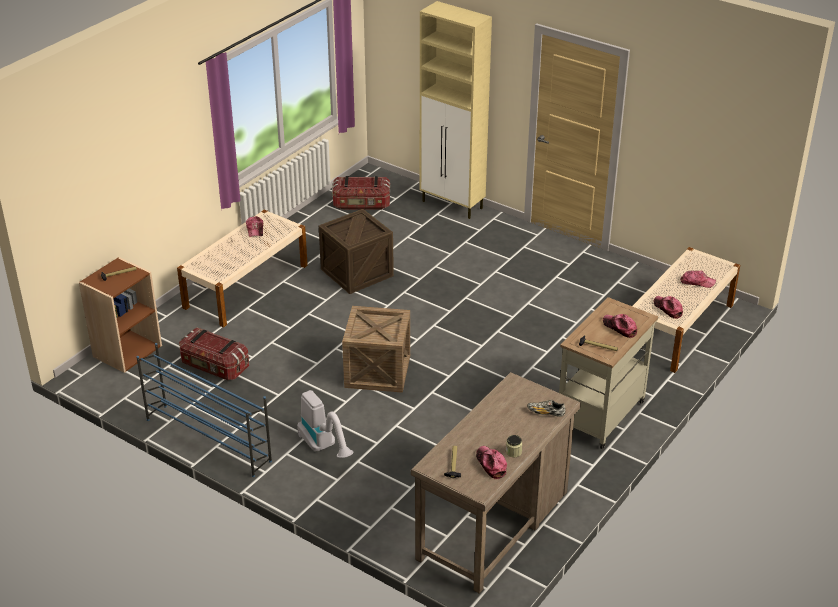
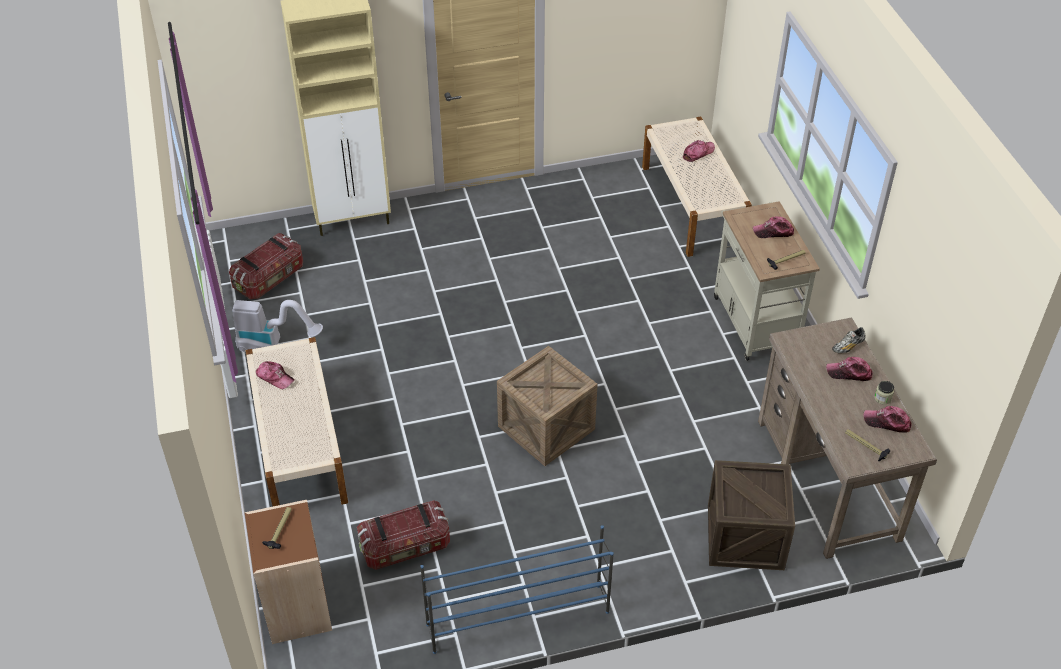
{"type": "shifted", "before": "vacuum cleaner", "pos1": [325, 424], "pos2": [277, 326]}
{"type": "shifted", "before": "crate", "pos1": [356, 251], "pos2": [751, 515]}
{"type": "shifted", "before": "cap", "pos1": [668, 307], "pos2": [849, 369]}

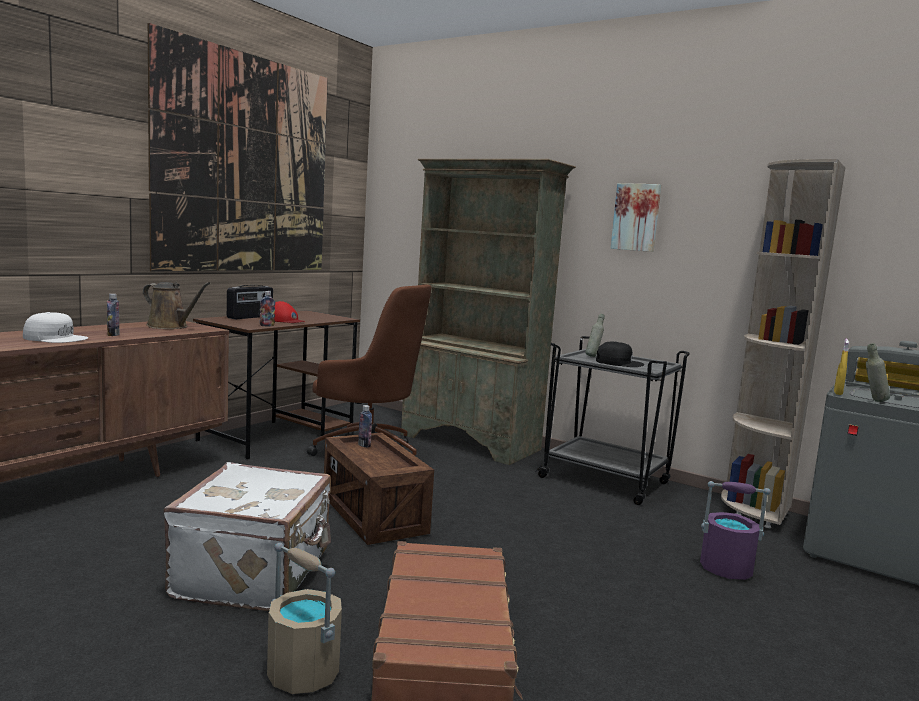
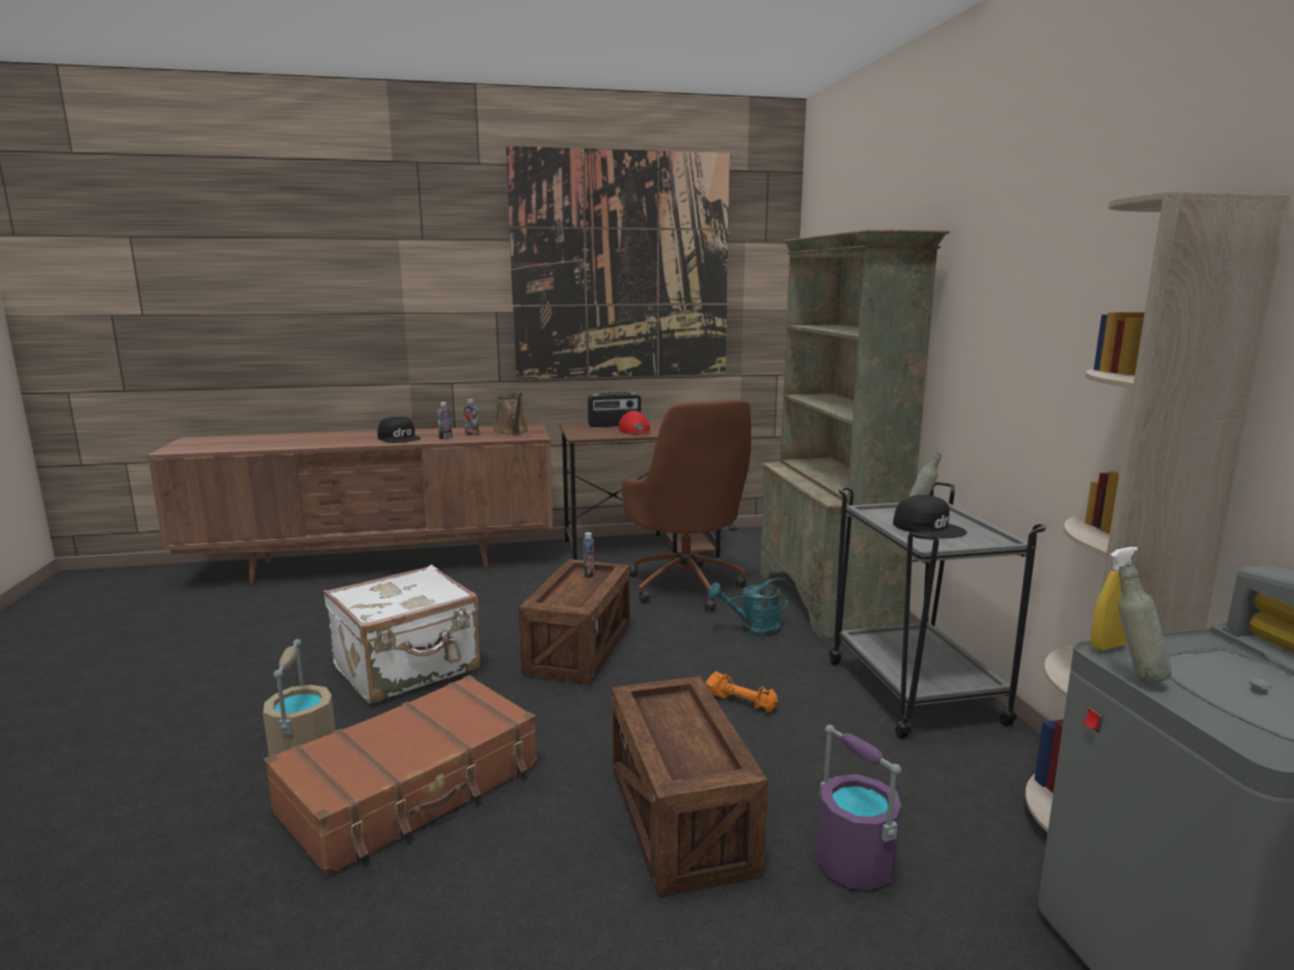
{"type": "gone", "before": "picture", "pos1": [635, 217]}
{"type": "new", "after": "crate", "pos2": [690, 786]}
{"type": "new", "after": "dumbbell in orange", "pos2": [741, 692]}
{"type": "new", "after": "watering can in turquoise", "pos2": [749, 607]}
{"type": "shifted", "before": "bottle", "pos1": [267, 308], "pos2": [471, 417]}
{"type": "repainted", "before": "cap in white", "after": "cap in black", "pos1": [55, 327], "pos2": [399, 429]}

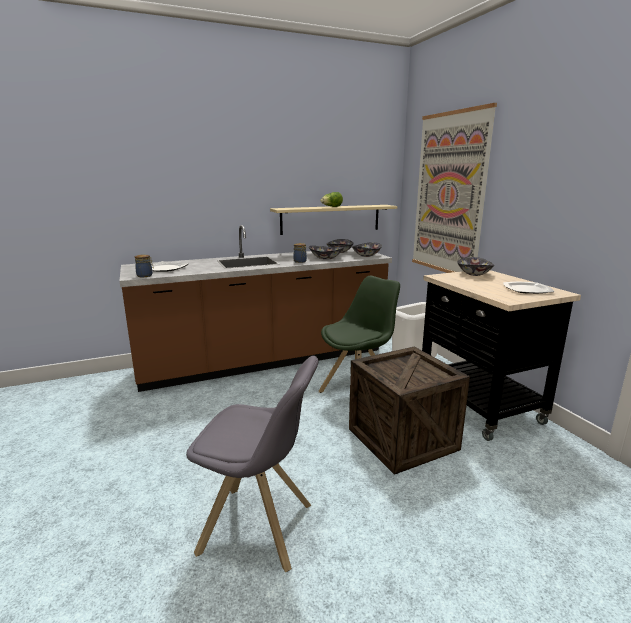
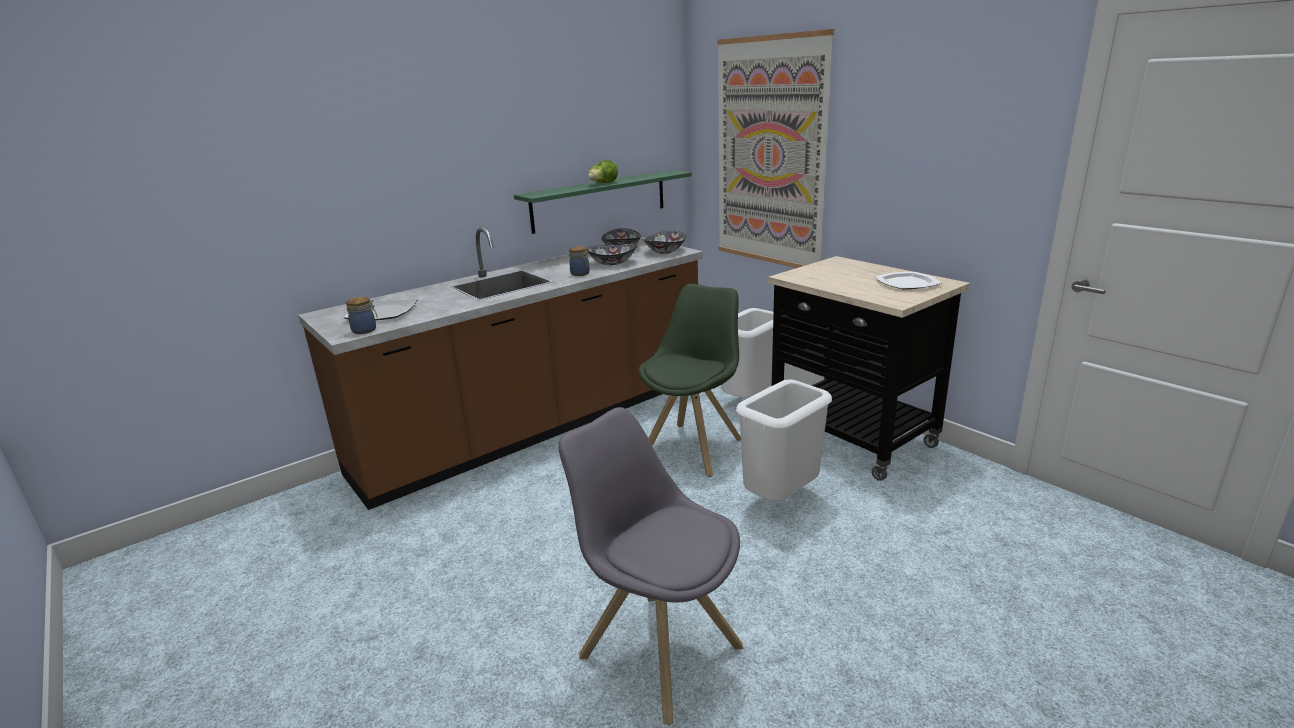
{"type": "gone", "before": "bowl", "pos1": [475, 266]}
{"type": "swapped", "before": "crate", "after": "trash can in white", "pos1": [409, 411], "pos2": [784, 440]}
{"type": "repainted", "before": "shelf in beige", "after": "shelf in green", "pos1": [333, 220], "pos2": [603, 202]}
{"type": "rotated", "before": "chair in grey", "pos1": [252, 464], "pos2": [650, 566], "turn": -135}

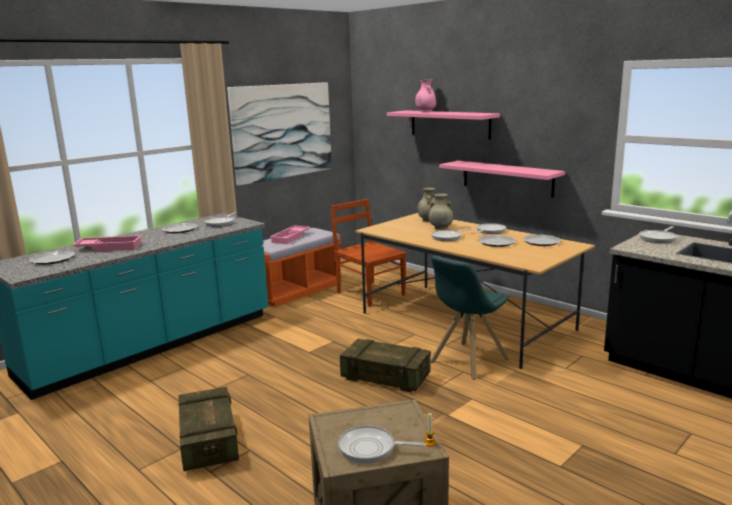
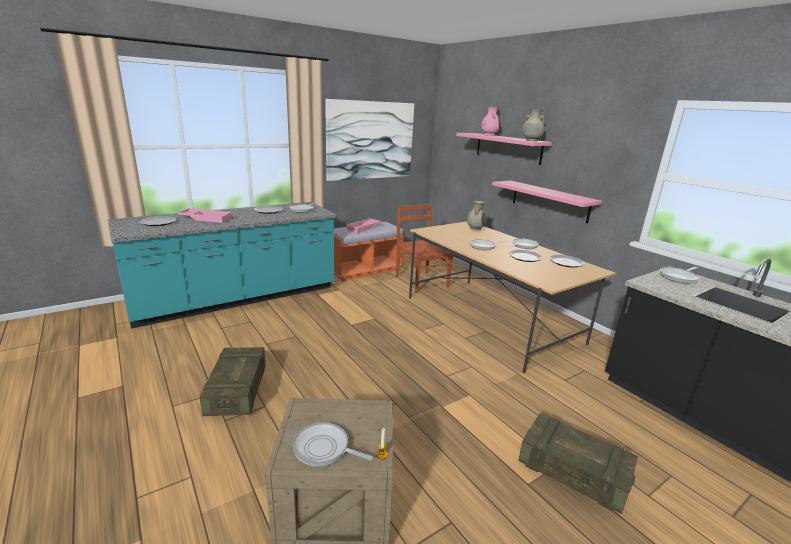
{"type": "gone", "before": "chair in turquoise", "pos1": [470, 317]}
{"type": "shifted", "before": "crate", "pos1": [385, 365], "pos2": [578, 463]}
{"type": "shifted", "before": "vase in beige", "pos1": [441, 211], "pos2": [533, 125]}

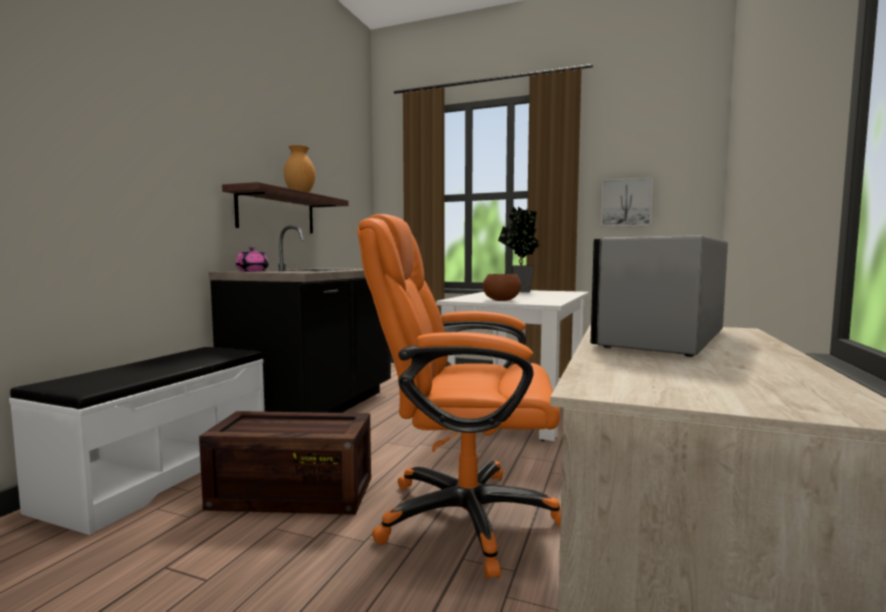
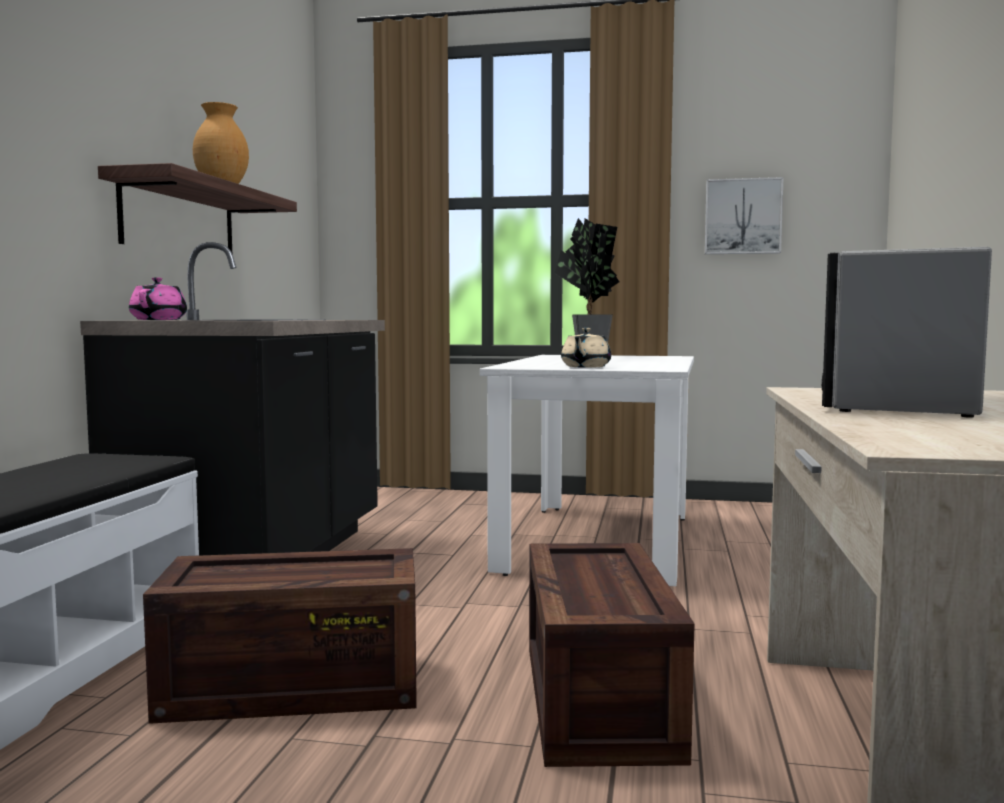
{"type": "swapped", "before": "office chair in orange", "after": "crate", "pos1": [459, 396], "pos2": [612, 655]}
{"type": "swapped", "before": "bowl in brown", "after": "teapot in beige", "pos1": [502, 287], "pos2": [586, 348]}

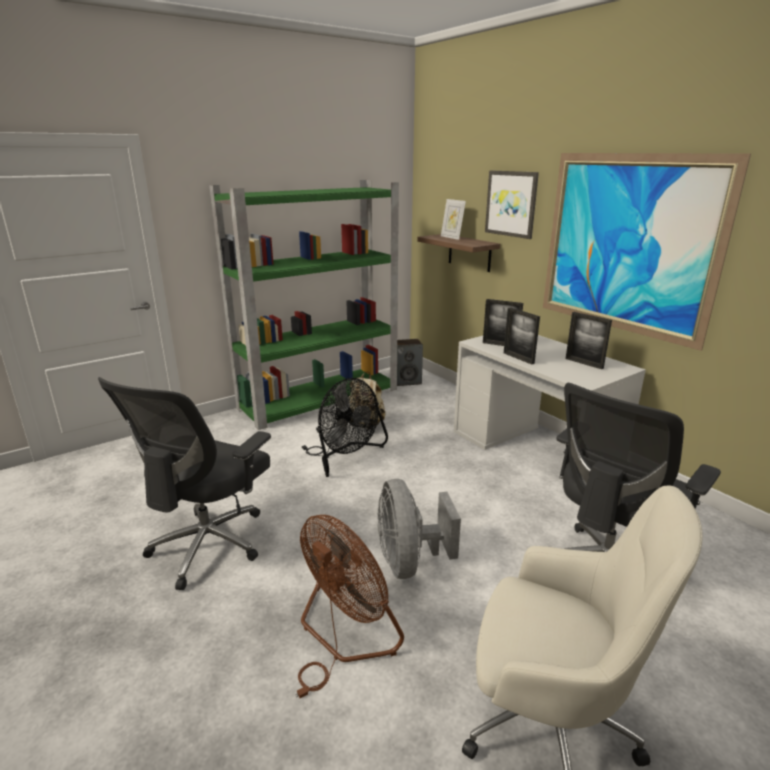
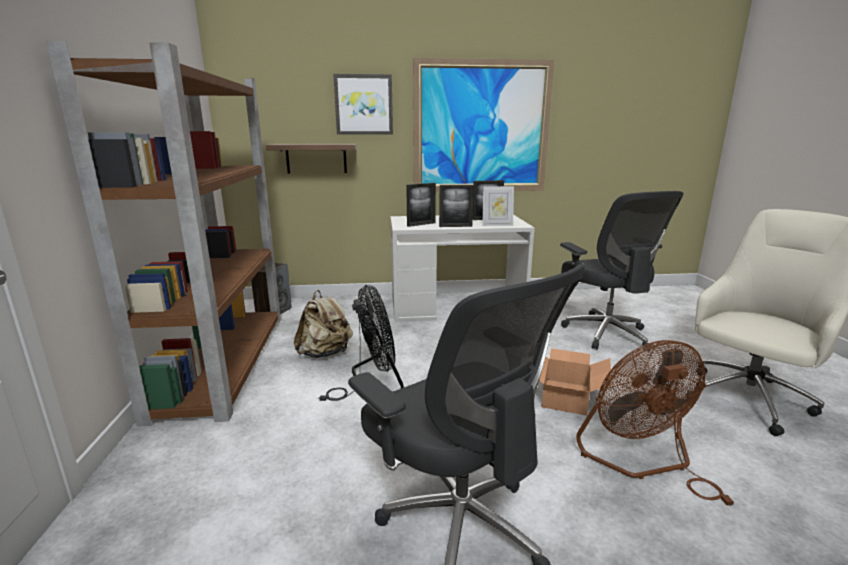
{"type": "shifted", "before": "picture frame", "pos1": [453, 219], "pos2": [498, 206]}
{"type": "swapped", "before": "fan in grey", "after": "cardboard box", "pos1": [419, 529], "pos2": [575, 382]}
{"type": "repainted", "before": "bookcase in green", "after": "bookcase in brown", "pos1": [304, 305], "pos2": [163, 233]}

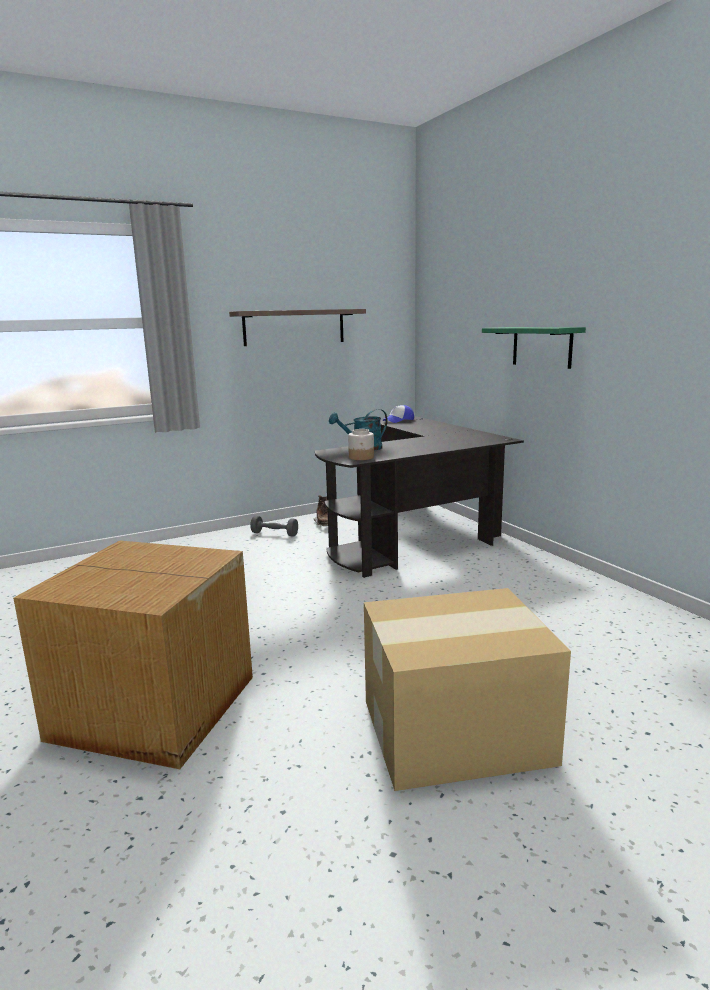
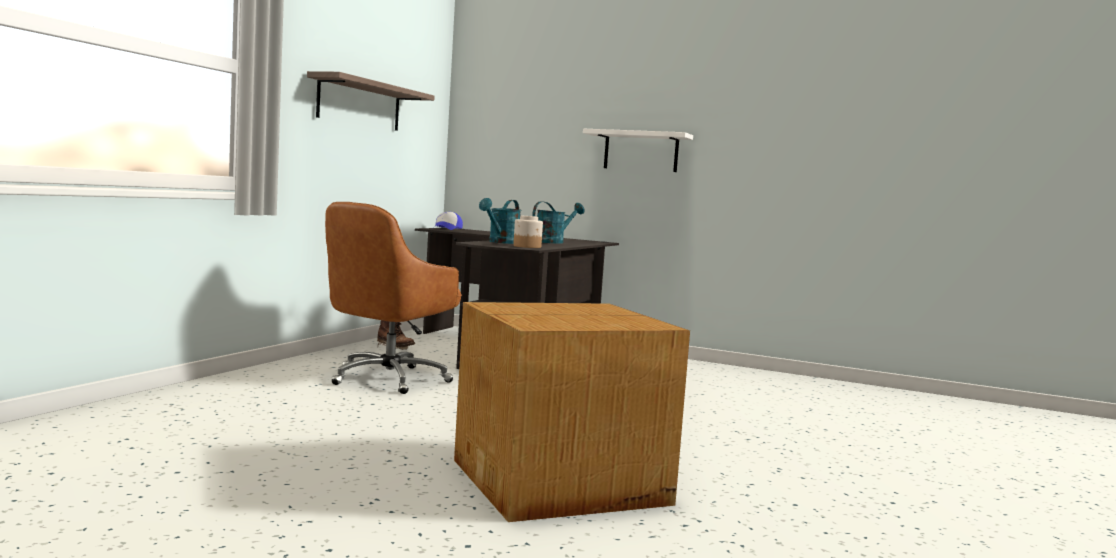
{"type": "gone", "before": "dumbbell in grey", "pos1": [274, 526]}
{"type": "gone", "before": "cardboard box", "pos1": [467, 689]}
{"type": "new", "after": "office chair in brown", "pos2": [393, 298]}
{"type": "new", "after": "watering can in turquoise", "pos2": [558, 222]}
{"type": "repainted", "before": "shelf in green", "after": "shelf in white", "pos1": [534, 348], "pos2": [638, 150]}

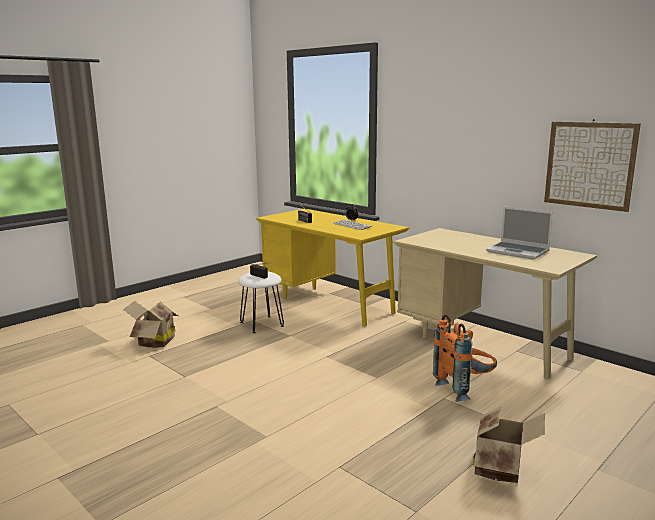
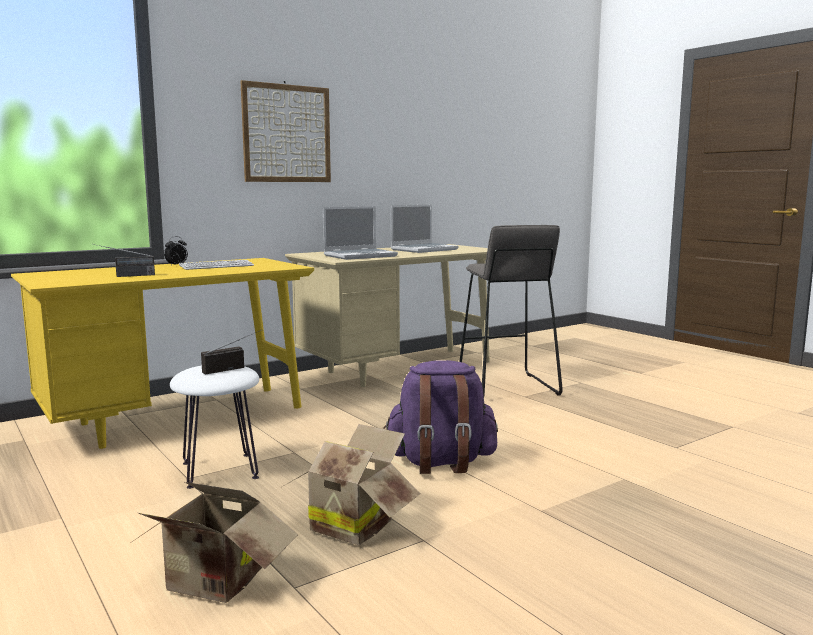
{"type": "new", "after": "laptop", "pos2": [360, 233]}
{"type": "new", "after": "backpack in purple", "pos2": [440, 417]}
{"type": "shifted", "before": "cardboard box", "pos1": [509, 444], "pos2": [351, 484]}
{"type": "shifted", "before": "picture", "pos1": [592, 165], "pos2": [285, 131]}
{"type": "swapped", "before": "backpack in orange", "after": "stool in grey", "pos1": [465, 358], "pos2": [511, 310]}

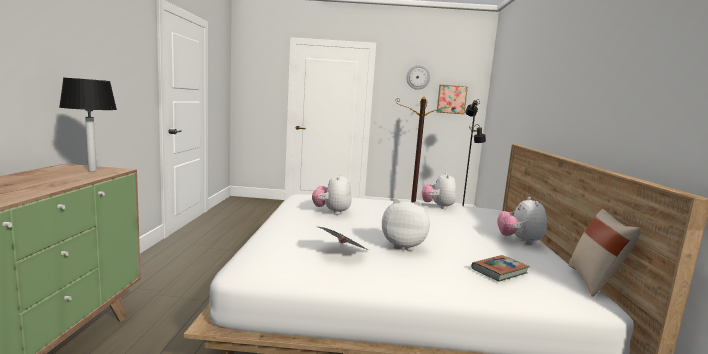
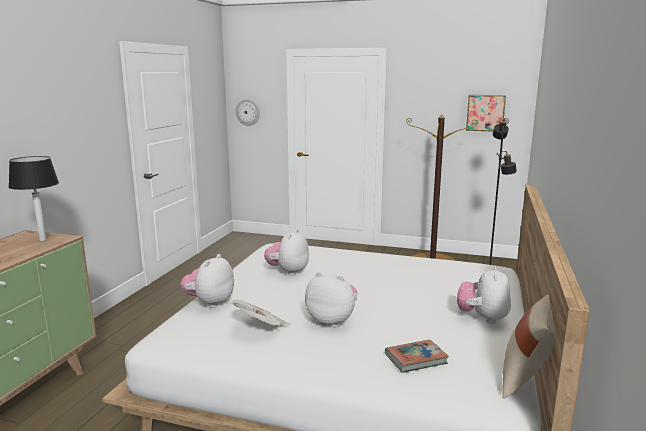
{"type": "shifted", "before": "wall clock", "pos1": [418, 77], "pos2": [248, 112]}
{"type": "shifted", "before": "plush toy", "pos1": [439, 190], "pos2": [207, 281]}

